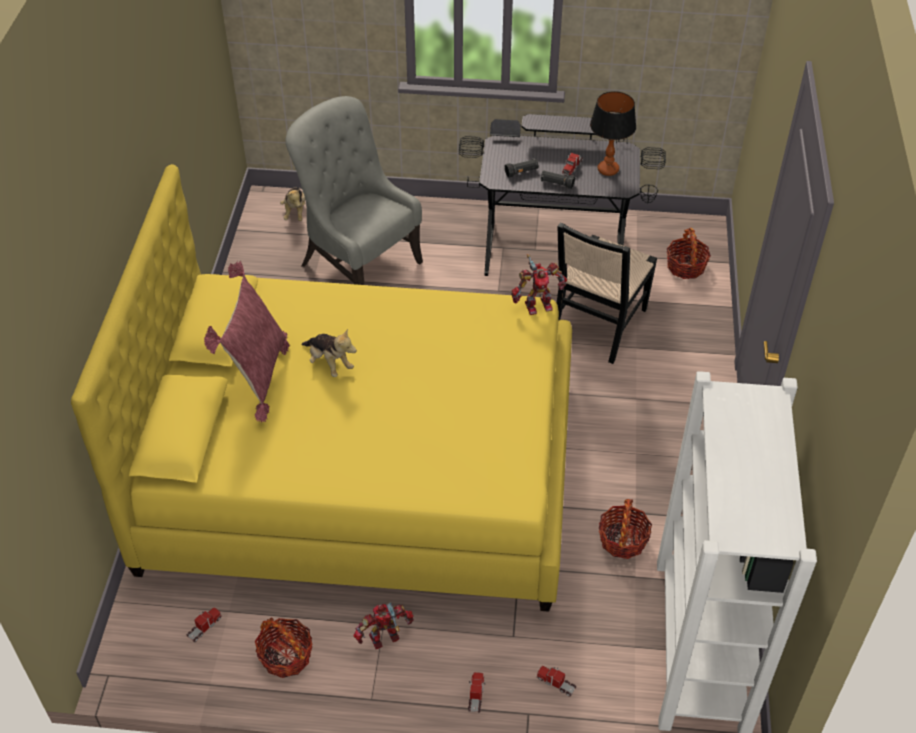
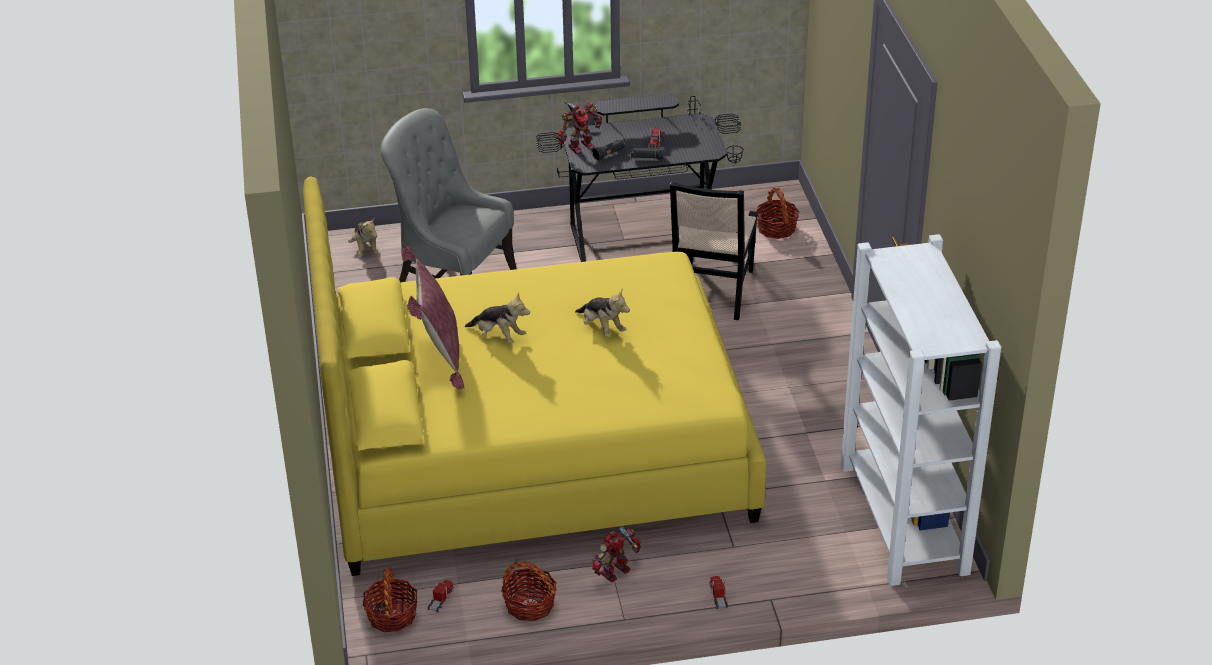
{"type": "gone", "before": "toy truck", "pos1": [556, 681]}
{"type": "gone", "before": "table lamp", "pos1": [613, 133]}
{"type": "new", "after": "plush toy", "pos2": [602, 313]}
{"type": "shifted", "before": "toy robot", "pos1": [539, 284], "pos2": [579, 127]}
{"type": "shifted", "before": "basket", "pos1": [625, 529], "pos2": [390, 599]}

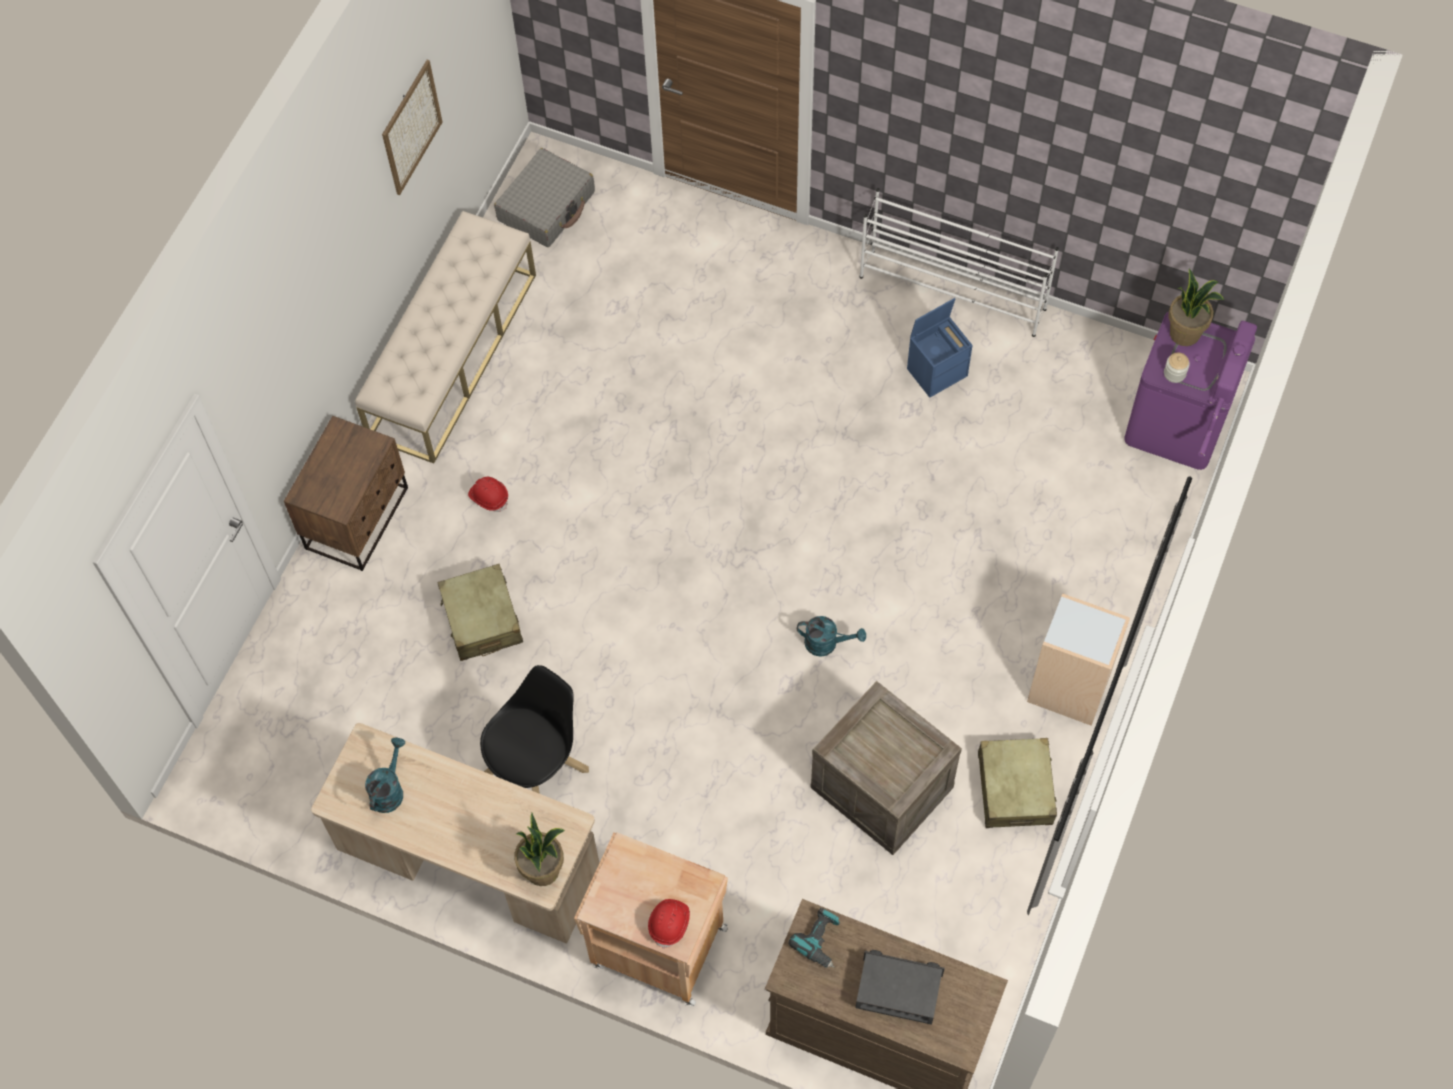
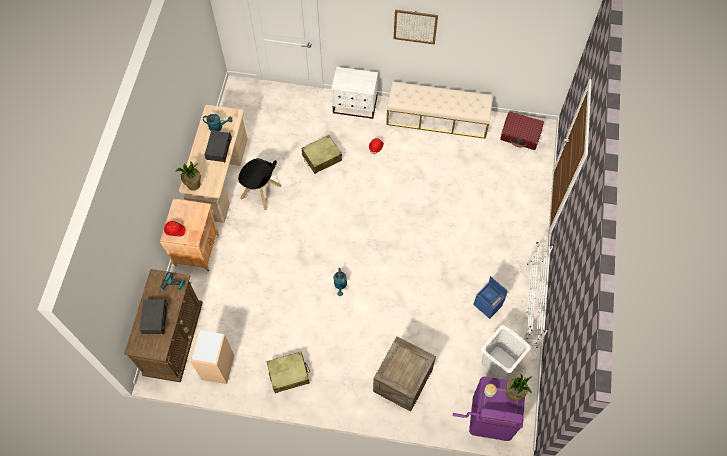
{"type": "new", "after": "radio", "pos2": [218, 147]}
{"type": "new", "after": "laundry basket in white", "pos2": [506, 352]}
{"type": "shifted", "before": "picture", "pos1": [412, 127], "pos2": [416, 27]}
{"type": "shifted", "before": "crate", "pos1": [886, 768], "pos2": [404, 374]}
{"type": "shifted", "before": "bookcase", "pos1": [1078, 659], "pos2": [212, 357]}
{"type": "repainted", "before": "nightstand in brown", "after": "nightstand in white", "pos1": [346, 493], "pos2": [354, 93]}
{"type": "repainted", "before": "suitcase in grey", "after": "suitcase in red", "pos1": [544, 197], "pos2": [522, 130]}

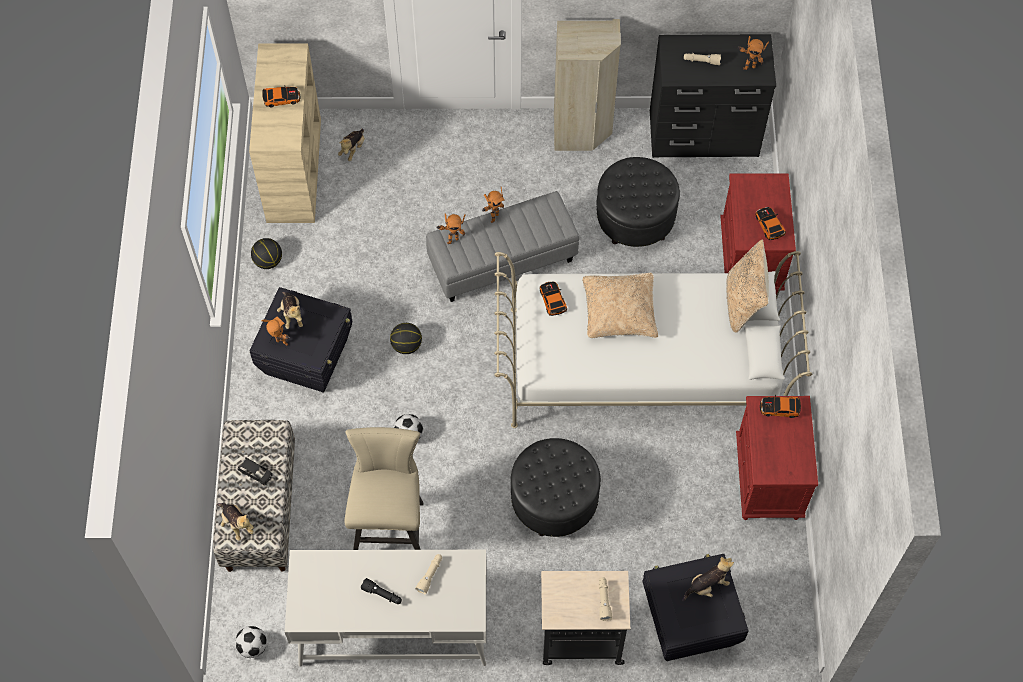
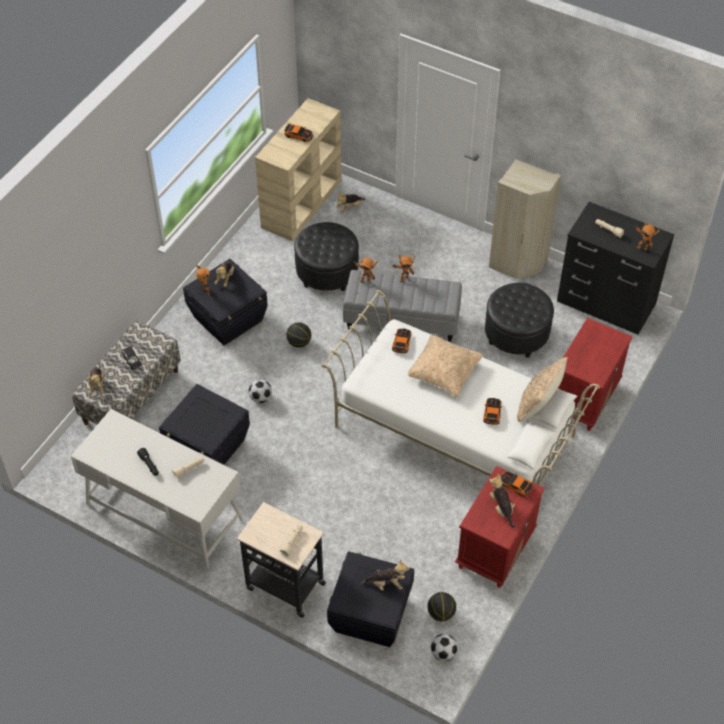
{"type": "new", "after": "plush toy", "pos2": [502, 501]}
{"type": "shifted", "before": "football", "pos1": [251, 642], "pos2": [444, 647]}
{"type": "shifted", "before": "basketball", "pos1": [266, 253], "pos2": [441, 607]}
{"type": "shifted", "before": "ottoman in black", "pos1": [556, 487], "pos2": [326, 256]}
{"type": "shifted", "before": "toy car", "pos1": [771, 223], "pos2": [492, 411]}
{"type": "swapped", "before": "stool in beige", "after": "storage box in black", "pos1": [383, 488], "pos2": [204, 424]}

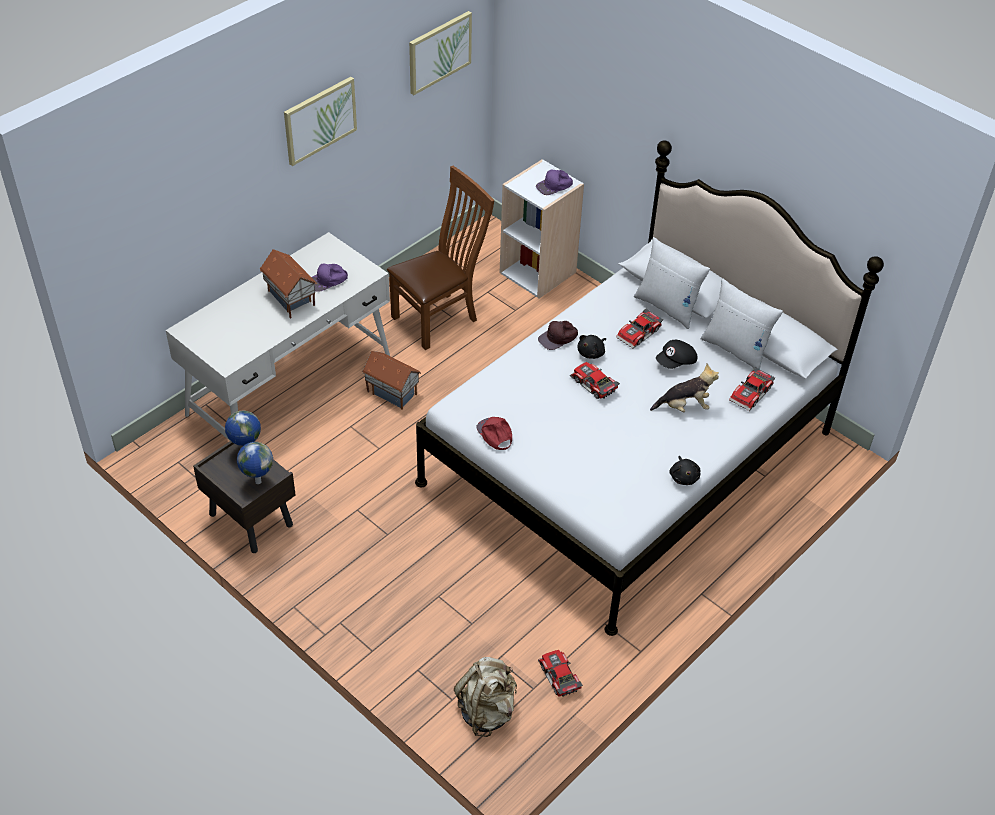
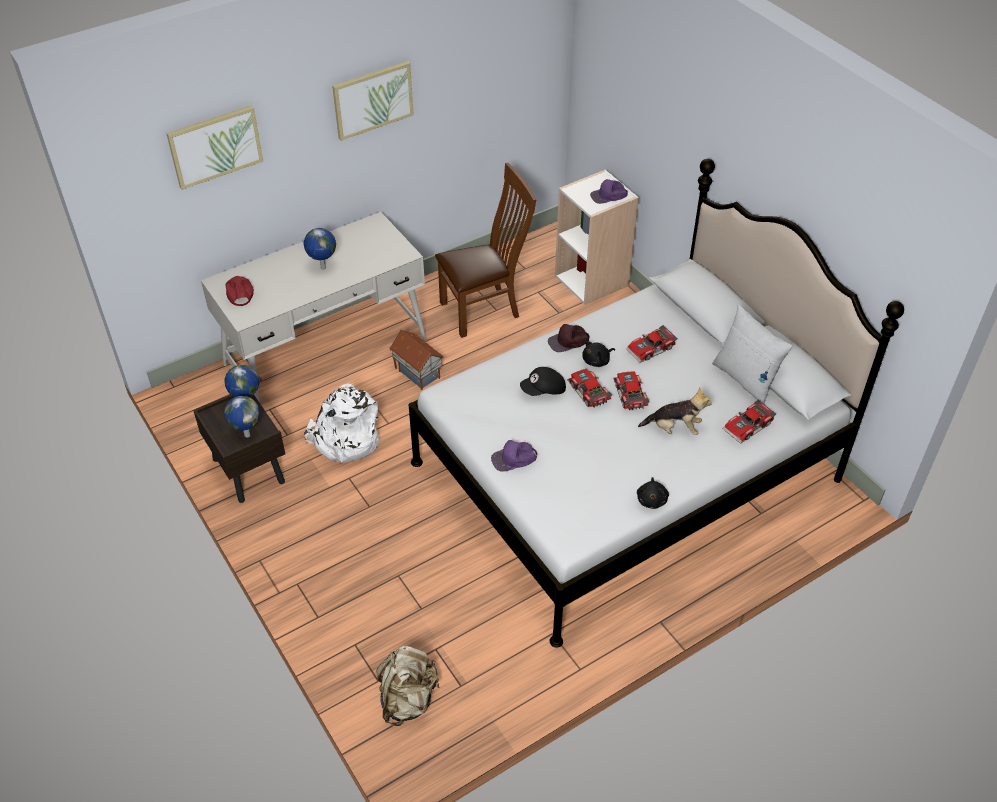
{"type": "gone", "before": "pillow in grey", "pos1": [672, 283]}
{"type": "new", "after": "backpack in white", "pos2": [341, 423]}
{"type": "shifted", "before": "cap in purple", "pos1": [330, 278], "pos2": [514, 456]}
{"type": "shifted", "before": "picture", "pos1": [440, 53], "pos2": [214, 147]}
{"type": "shifted", "before": "cap in red", "pos1": [494, 433], "pos2": [240, 291]}
{"type": "shifted", "before": "toy car", "pos1": [560, 673], "pos2": [631, 391]}
{"type": "shifted", "before": "cap in black", "pos1": [677, 354], "pos2": [543, 381]}
{"type": "swapped", "before": "toy house", "after": "globe", "pos1": [288, 283], "pos2": [320, 249]}

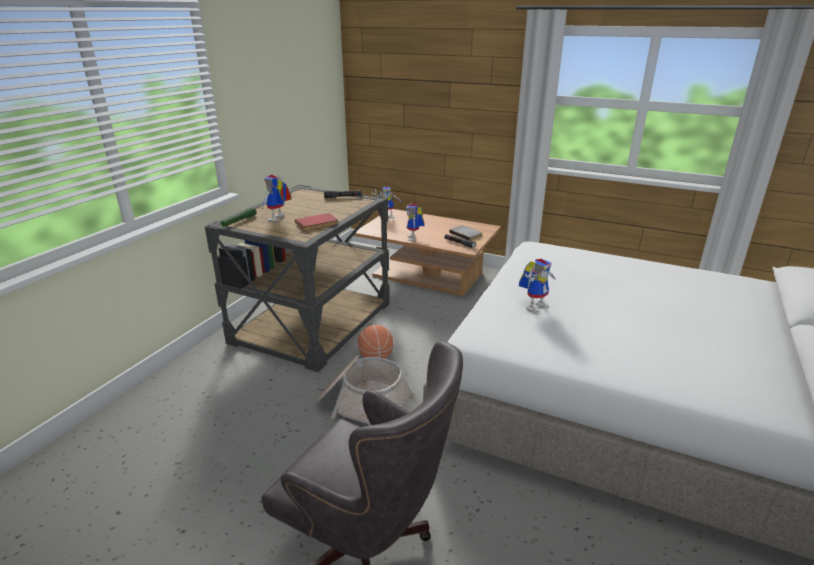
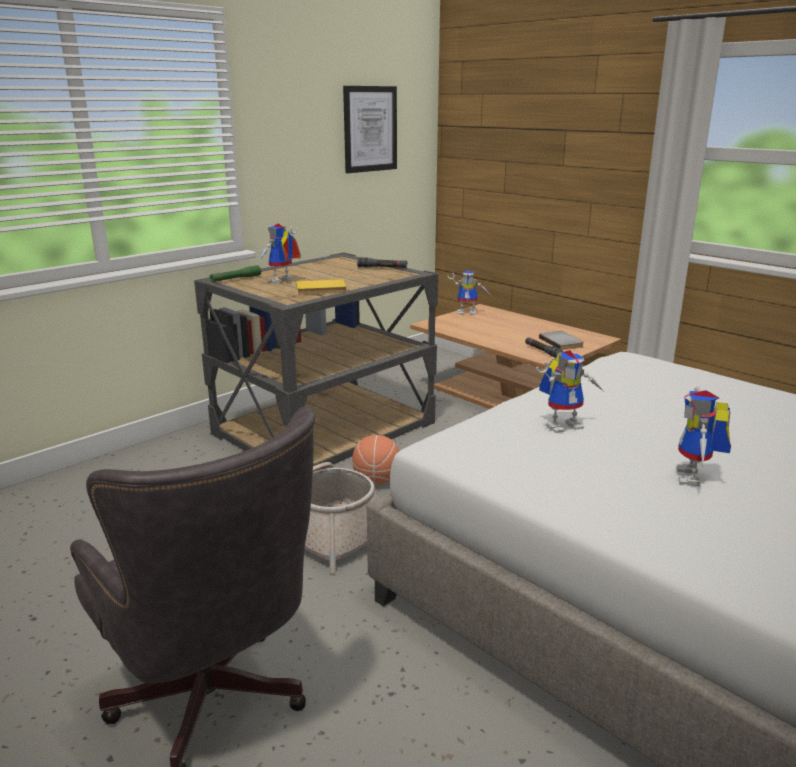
{"type": "new", "after": "picture", "pos2": [370, 129]}
{"type": "shifted", "before": "toy robot", "pos1": [415, 222], "pos2": [704, 436]}
{"type": "repainted", "before": "book in red", "after": "book in yellow", "pos1": [316, 222], "pos2": [321, 287]}

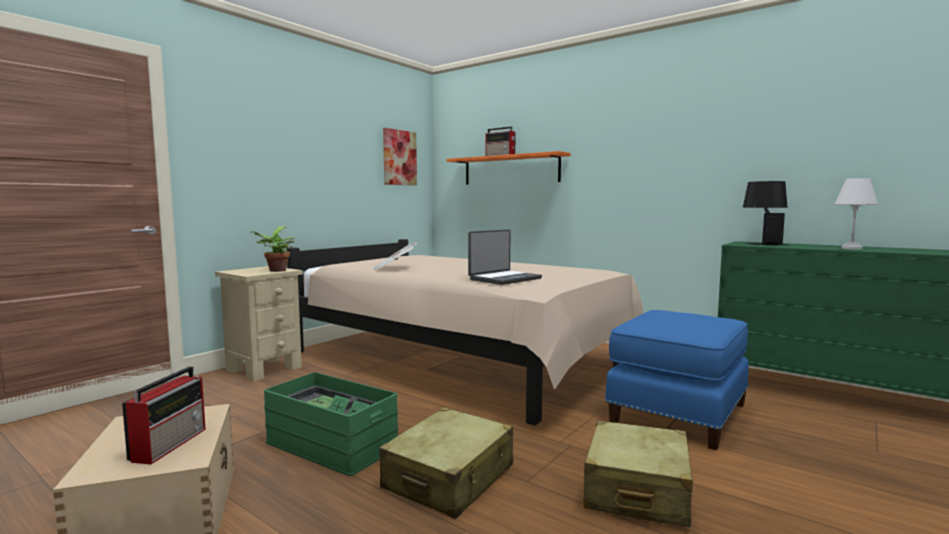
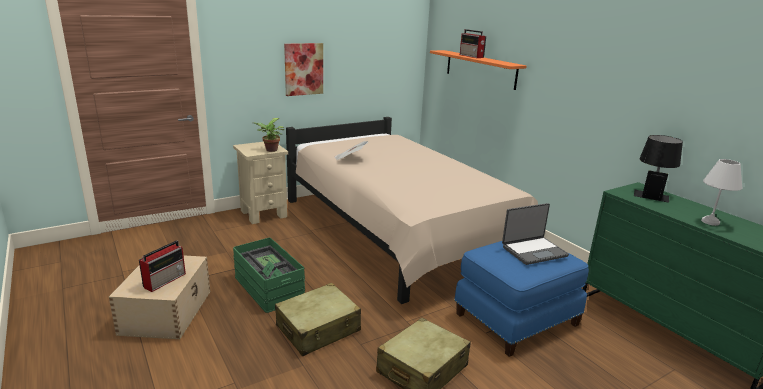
{"type": "shifted", "before": "picture", "pos1": [400, 157], "pos2": [303, 69]}
{"type": "shifted", "before": "laptop", "pos1": [505, 257], "pos2": [535, 234]}

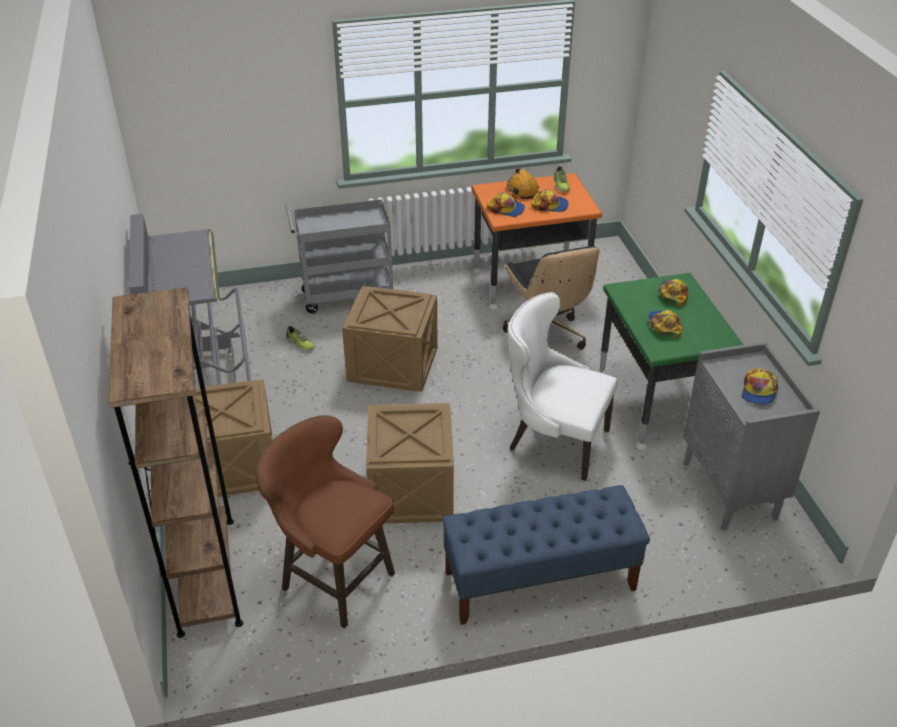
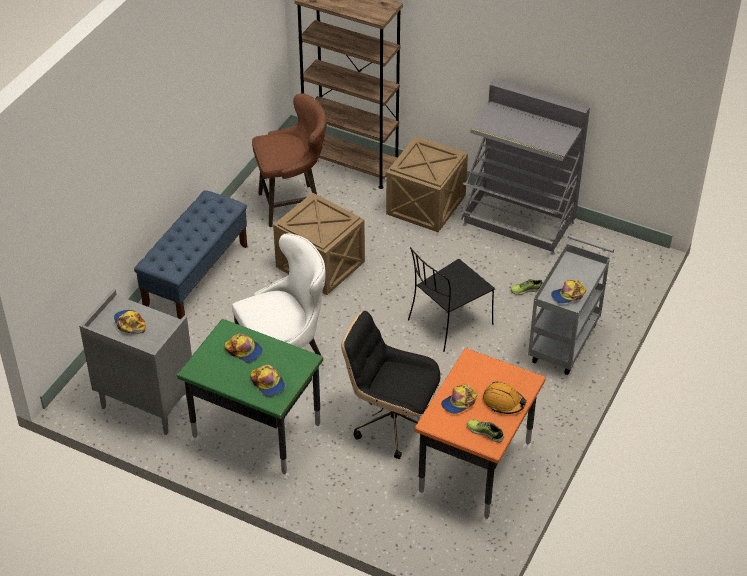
{"type": "shifted", "before": "cap", "pos1": [506, 204], "pos2": [568, 292]}
{"type": "swapped", "before": "crate", "after": "chair in black", "pos1": [390, 339], "pos2": [451, 299]}

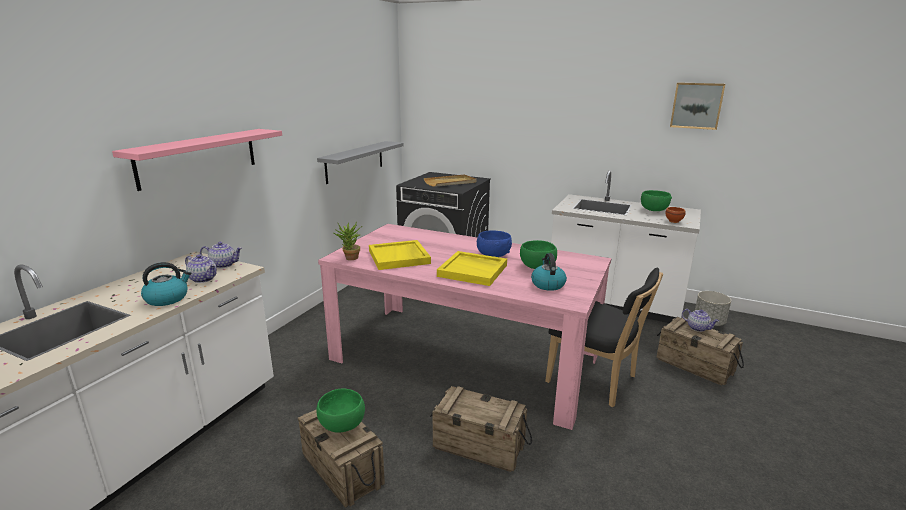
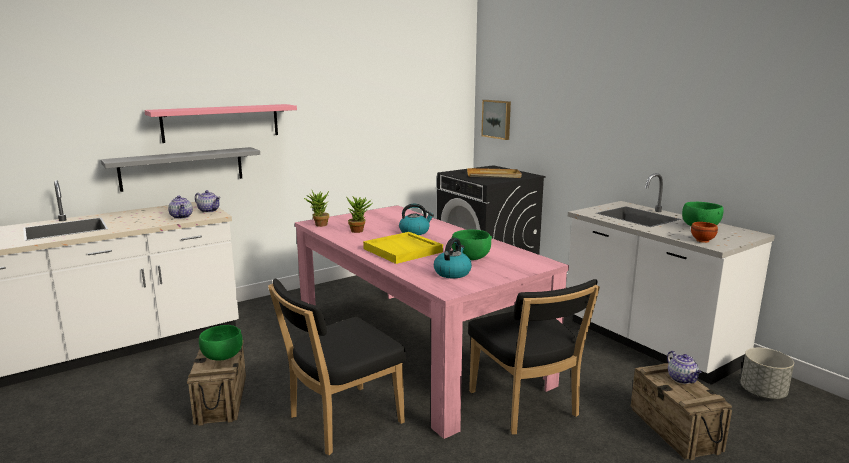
{"type": "gone", "before": "bowl in blue", "pos1": [494, 244]}
{"type": "shifted", "before": "kettle", "pos1": [166, 284], "pos2": [416, 219]}
{"type": "shifted", "before": "shelf in grey", "pos1": [360, 162], "pos2": [180, 169]}
{"type": "shifted", "before": "picture", "pos1": [697, 106], "pos2": [496, 120]}
{"type": "swapped", "before": "tray in yellow", "after": "potted plant", "pos1": [400, 255], "pos2": [359, 214]}
{"type": "swapped", "before": "crate", "after": "chair in black", "pos1": [481, 429], "pos2": [337, 366]}

